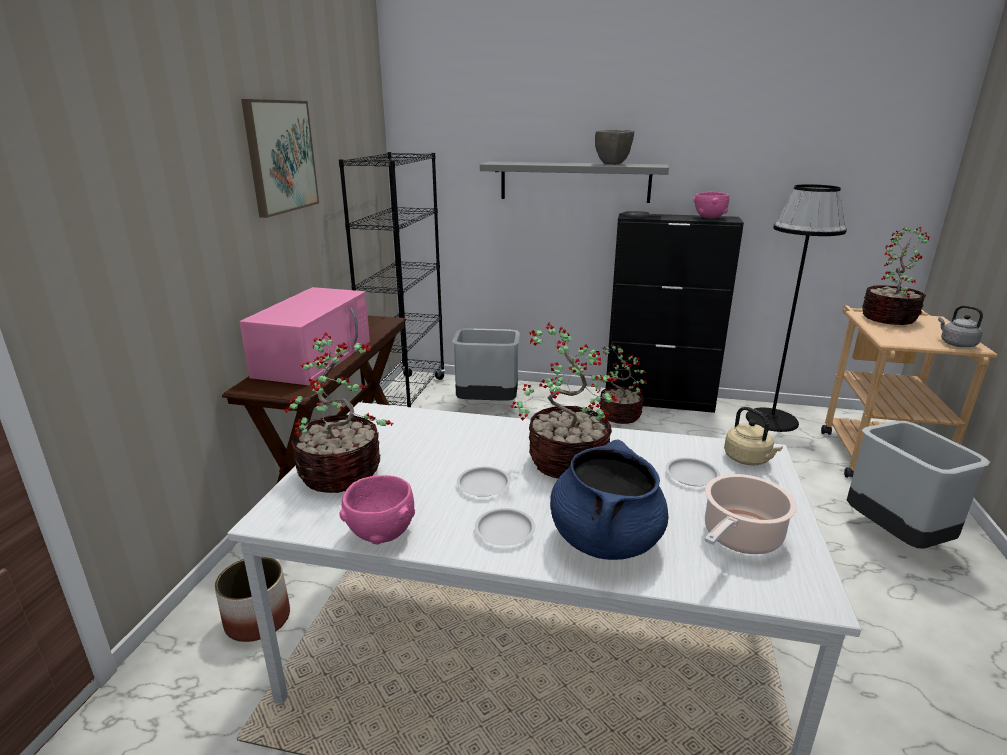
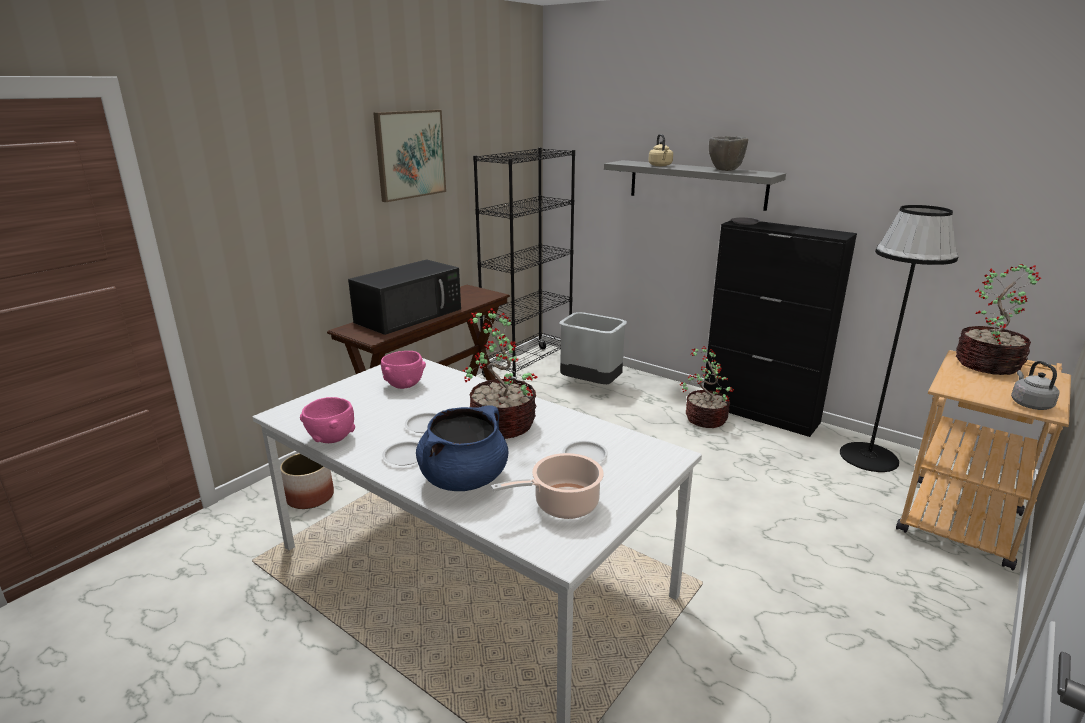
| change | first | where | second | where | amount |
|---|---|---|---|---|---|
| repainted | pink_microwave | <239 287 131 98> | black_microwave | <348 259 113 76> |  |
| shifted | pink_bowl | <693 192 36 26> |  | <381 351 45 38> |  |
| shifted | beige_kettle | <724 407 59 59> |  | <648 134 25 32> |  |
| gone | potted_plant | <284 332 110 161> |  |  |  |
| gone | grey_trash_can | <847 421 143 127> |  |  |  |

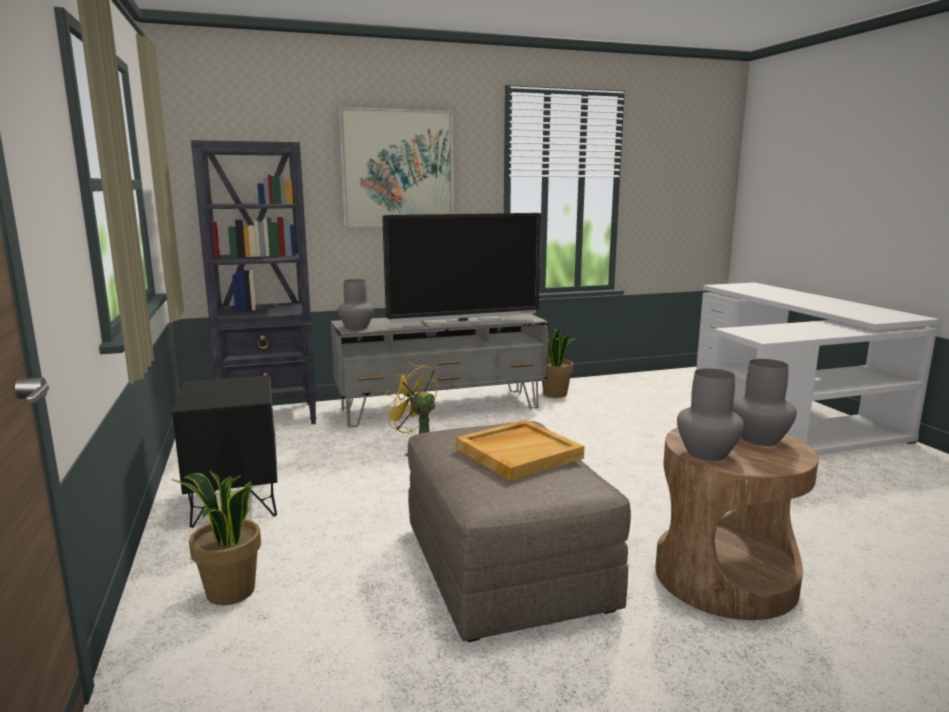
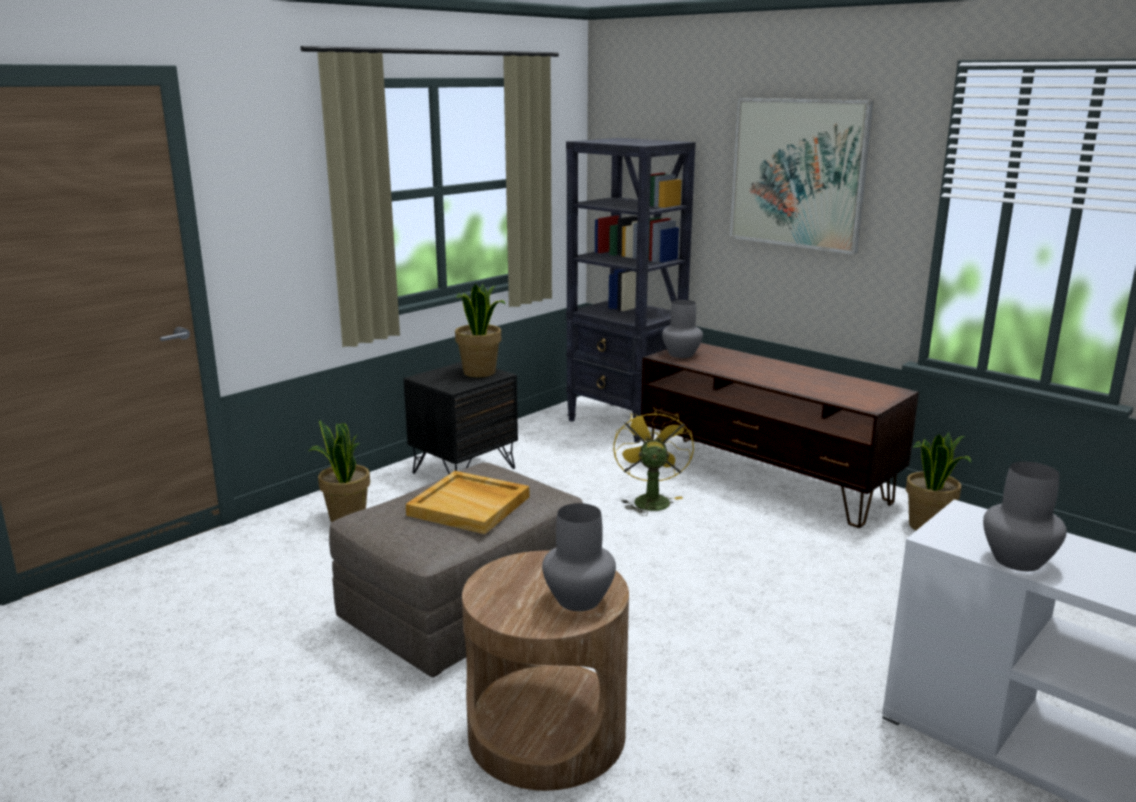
| change | first | where | second | where | amount |
|---|---|---|---|---|---|
| new |  |  | potted_plant | <455 284 51 93> |  |
| repainted | grey_tv_stand | <331 314 218 114> | brown_tv_stand | <641 343 278 185> |  |
| shifted | grey_vase | <677 369 67 92> |  | <983 461 84 110> |  |
| gone | television | <382 213 159 115> |  |  |  |

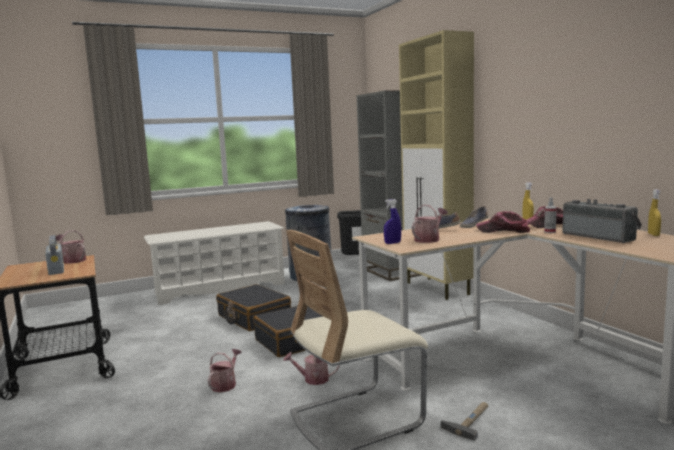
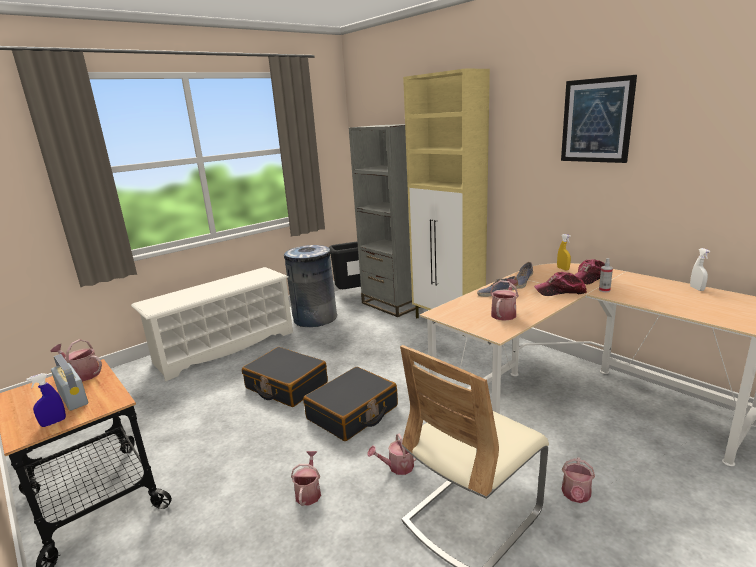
| change | first | where | second | where | amount |
|---|---|---|---|---|---|
| shifted | blue_spray_bottle | <384 199 17 45> |  | <26 373 40 54> |  |
| new |  |  | picture | <561 75 76 88> |  |
| swapped | hammer | <441 402 47 38> | watering_can | <562 457 33 46> |  |
| repainted | yellow_spray_bottle | <648 189 13 47> | white_spray_bottle | <690 248 20 43> |  |
| gone | radio | <562 199 80 44> |  |  |  |

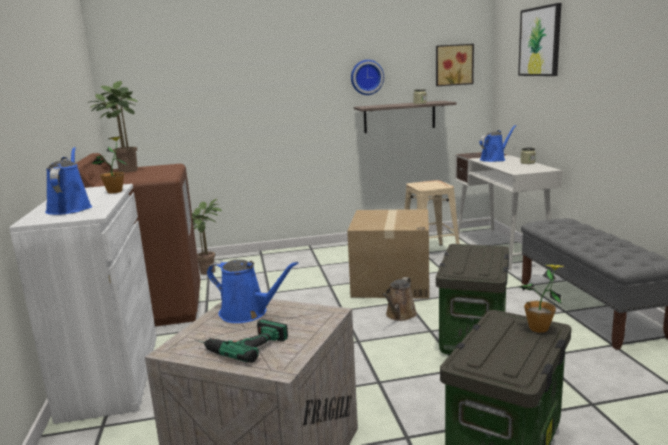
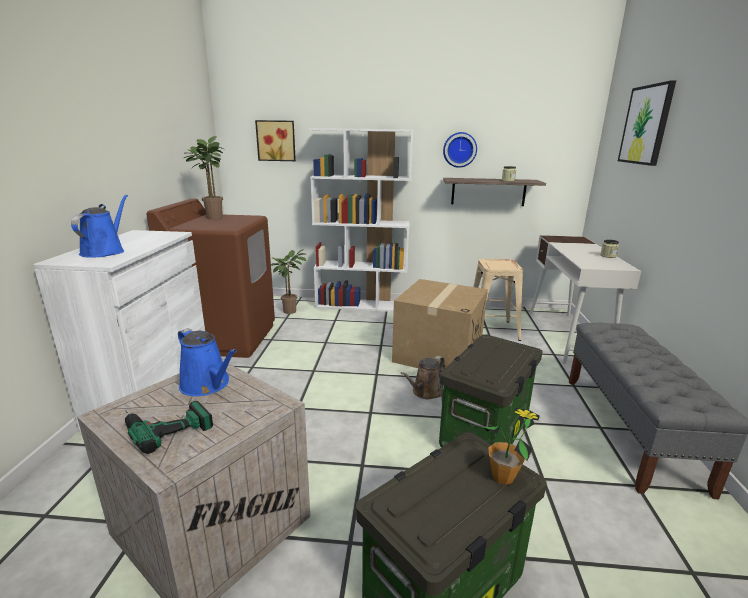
| change | first | where | second | where | amount |
|---|---|---|---|---|---|
| shifted | picture | <436 44 38 42> |  | <255 120 41 41> |  |
| new |  |  | white_bookcase | <309 128 105 184> |  |
| gone | potted_plant | <91 136 36 58> |  |  |  |
| gone | blue_watering_can | <480 125 37 37> |  |  |  |

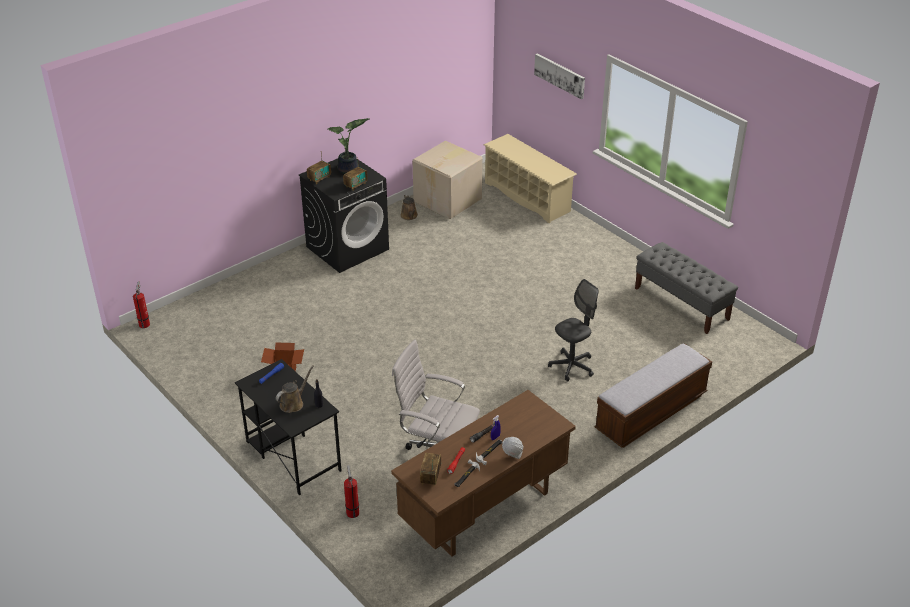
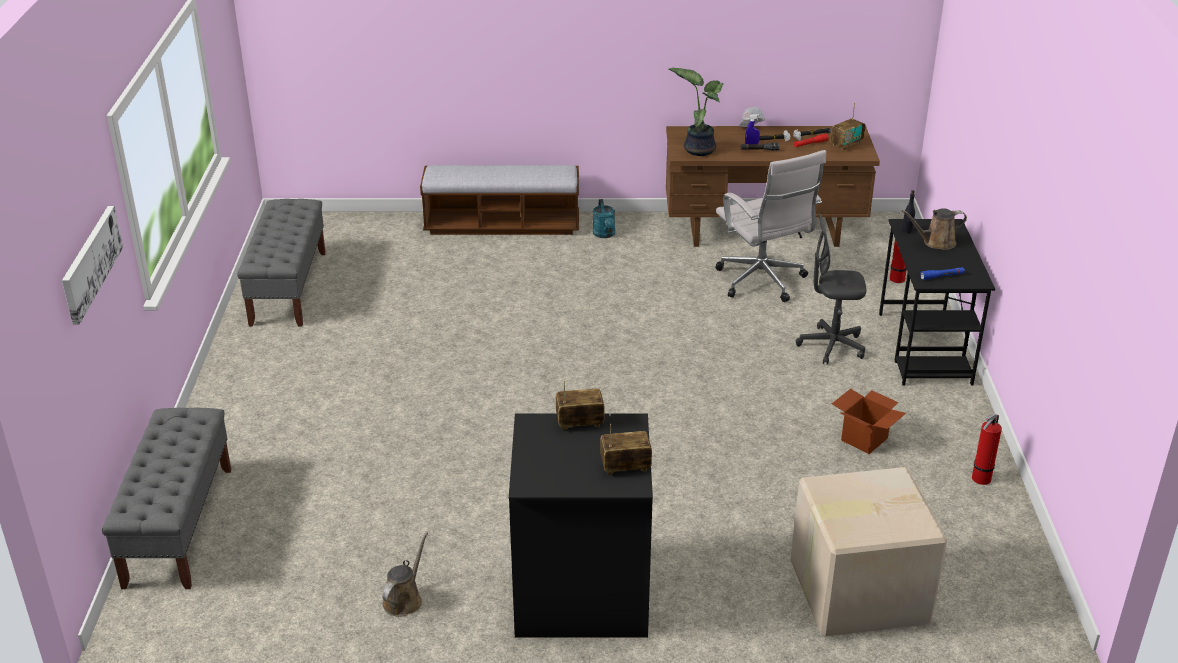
| change | first | where | second | where | amount |
|---|---|---|---|---|---|
| swapped | beige_shoe_rack | <483 134 94 89> | grey_bench | <102 408 129 181> |  |
| new |  |  | turquoise_watering_can | <593 199 22 39> |  |
| shifted | potted_plant | <328 118 41 56> |  | <669 68 54 88> |  |
| shifted | cardboard_box | <413 141 70 78> |  | <791 467 156 169> |  |
| shifted | grey_office_chair | <548 279 51 103> |  | <796 213 70 152> |  |
| shifted | fire_extinguisher | <133 281 17 47> |  | <972 413 30 72> |  |

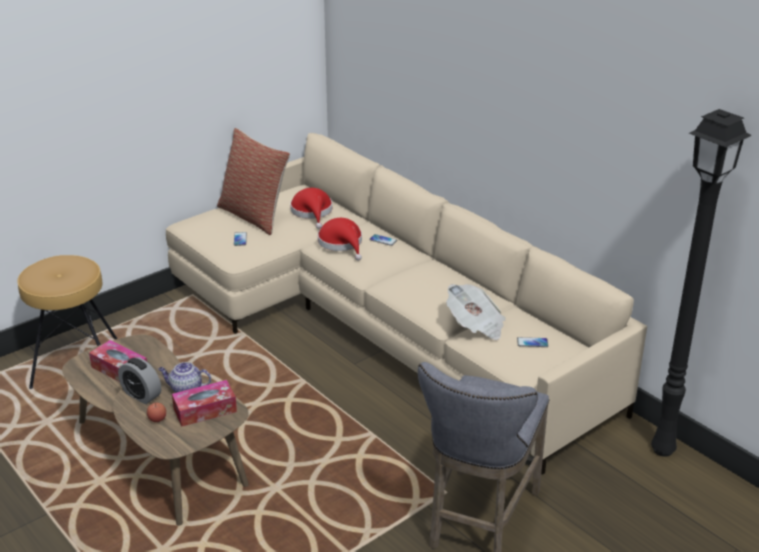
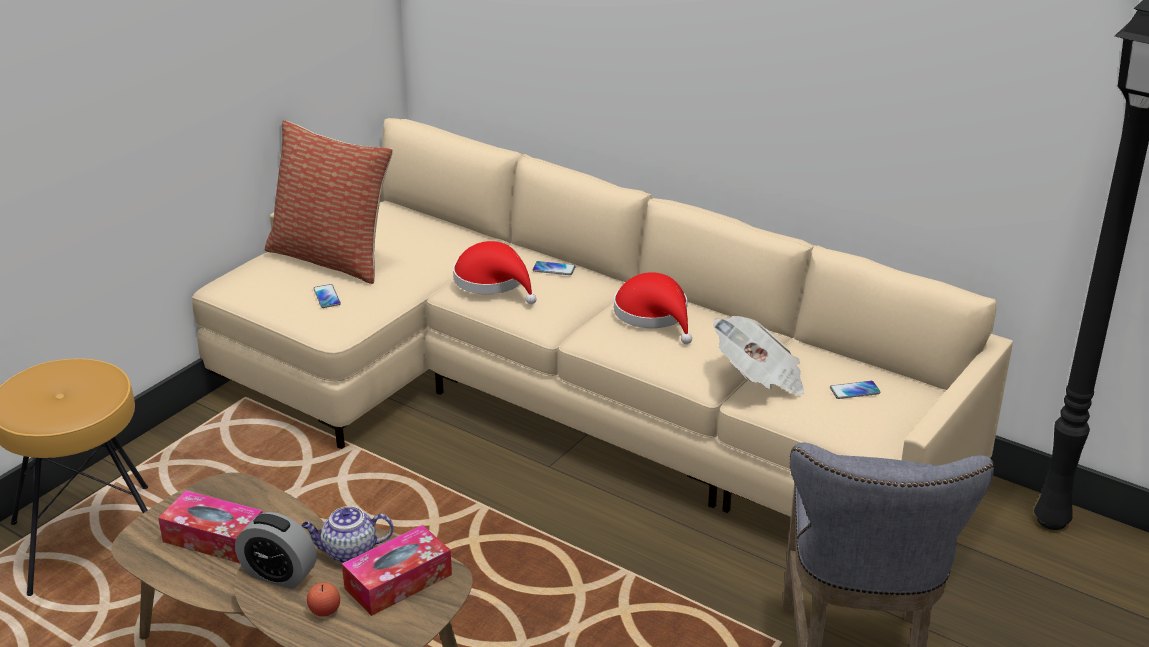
| change | first | where | second | where | amount |
|---|---|---|---|---|---|
| shifted | red_hat | <290 188 42 41> |  | <614 272 78 72> |  |

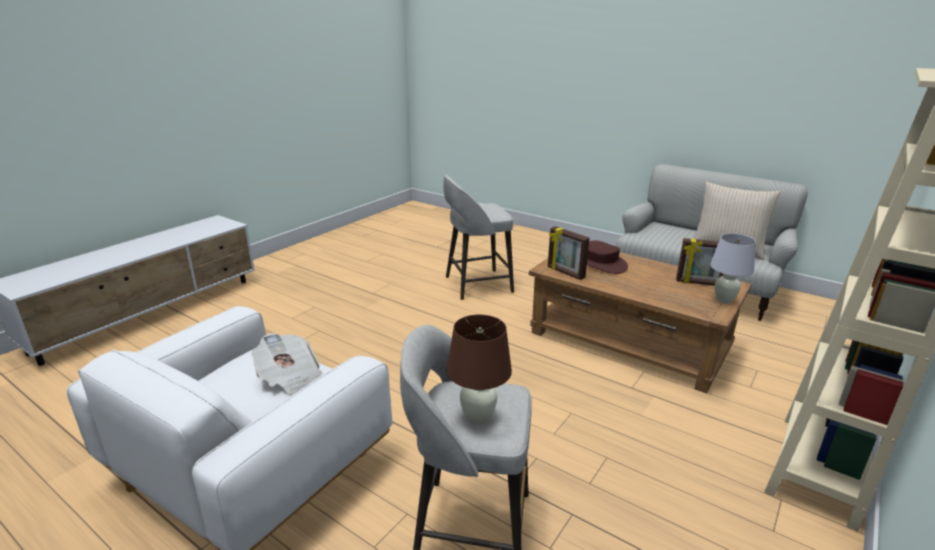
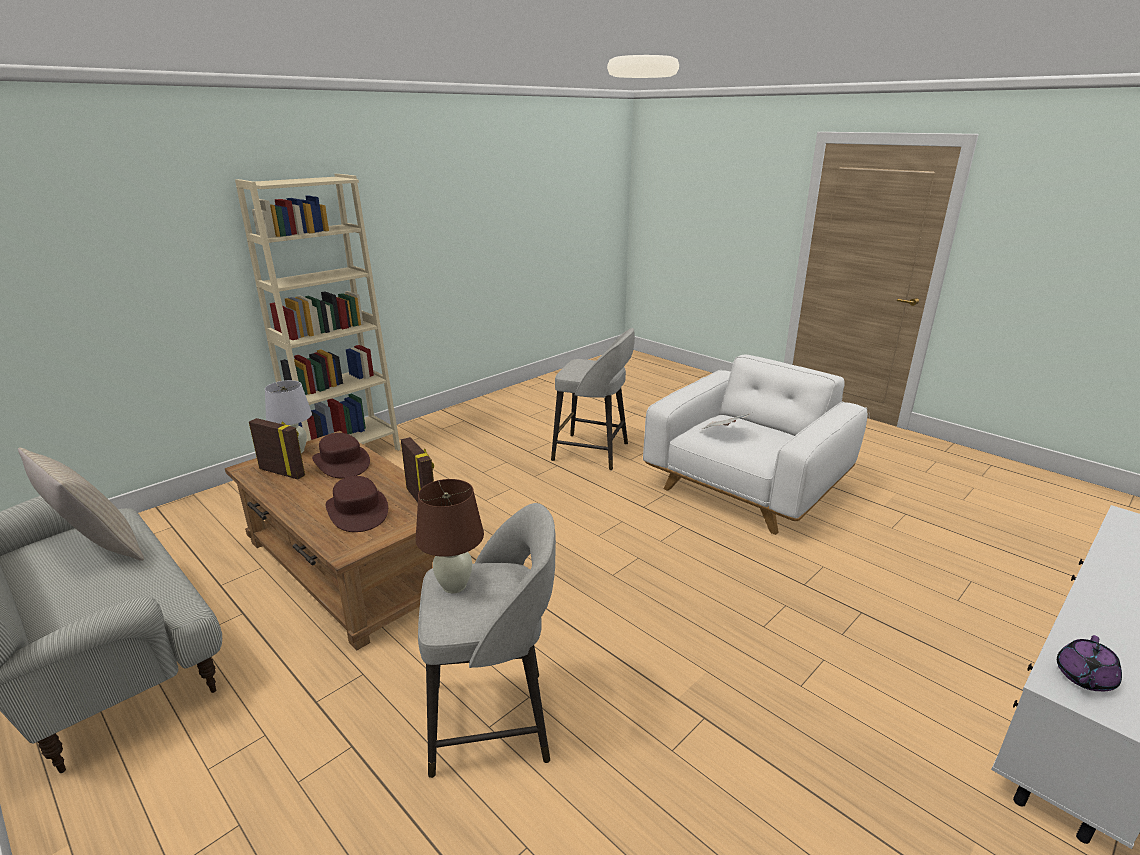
| change | first | where | second | where | amount |
|---|---|---|---|---|---|
| new |  |  | brown_hat | <312 433 58 45> |  |
| shifted | brown_table_lamp | <447 314 65 111> |  | <415 479 69 114> |  |
| new |  |  | purple_teapot | <1057 635 65 56> |  |

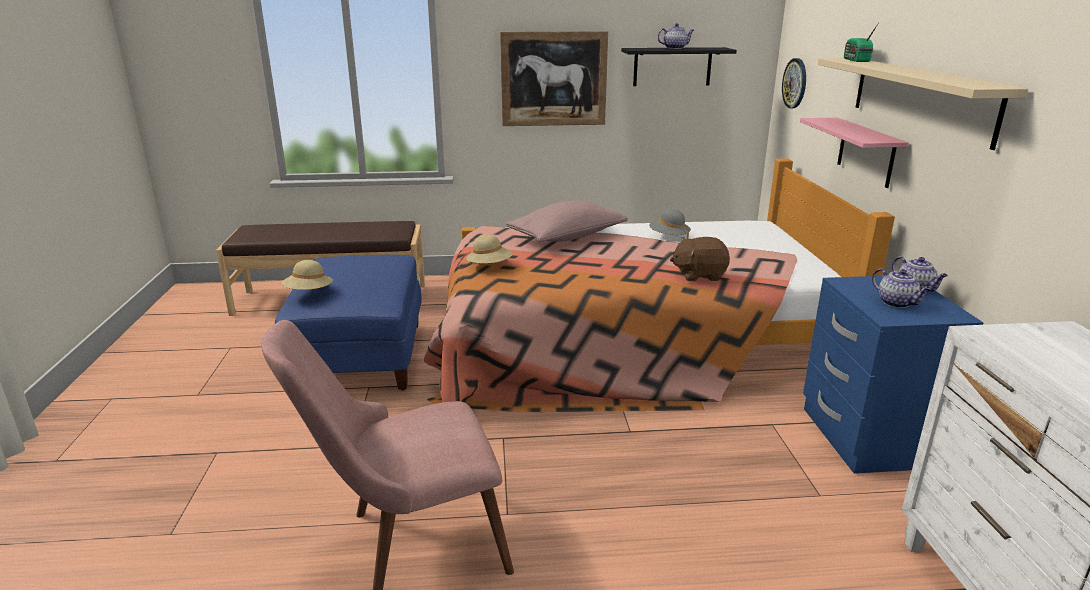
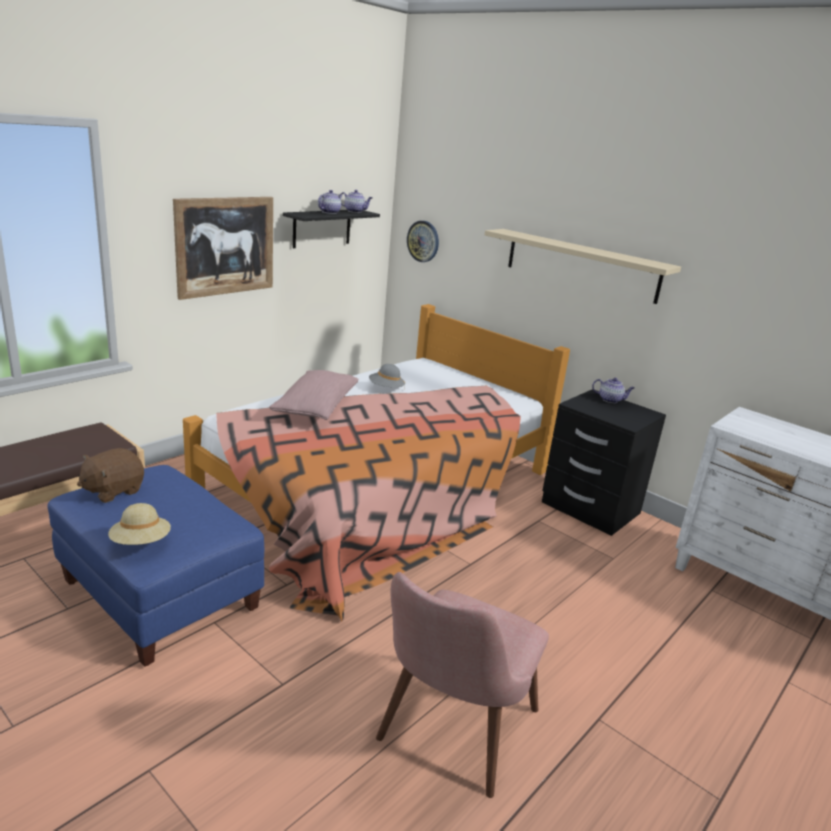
| change | first | where | second | where | amount |
|---|---|---|---|---|---|
| shifted | brown_plush_toy | <670 237 60 44> |  | <77 448 67 55> |  |
| shifted | teapot | <872 269 60 39> |  | <340 190 32 23> |  |
| repainted | blue_nightstand | <803 276 181 198> | black_nightstand | <542 389 124 147> |  |
| gone | beige_hat | <466 235 47 28> |  |  |  |
| gone | pink_shelf | <800 118 109 70> |  |  |  |
| gone | radio | <844 23 35 39> |  |  |  |

